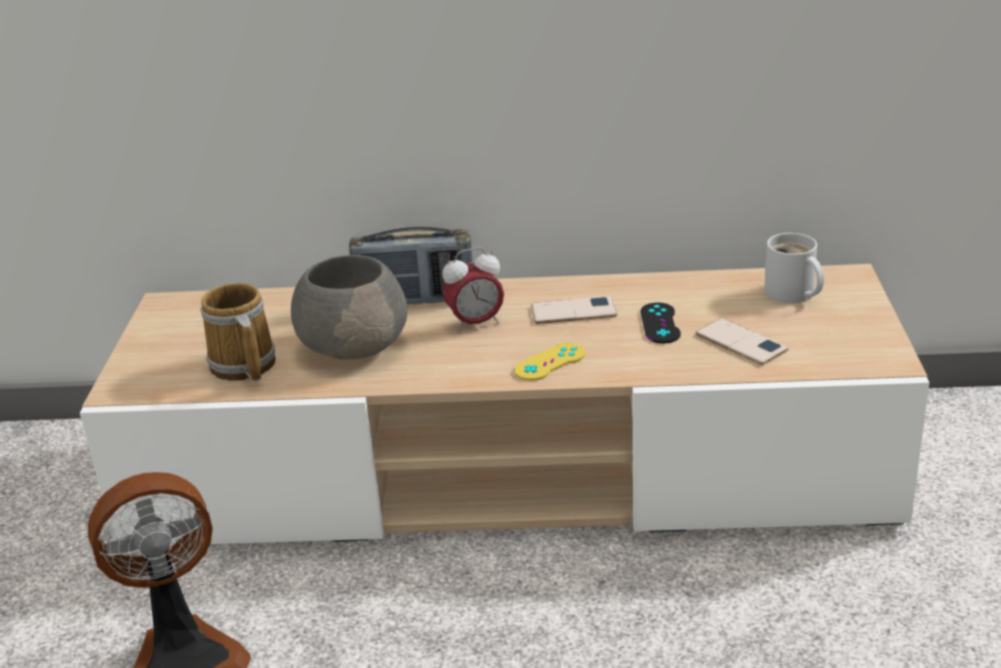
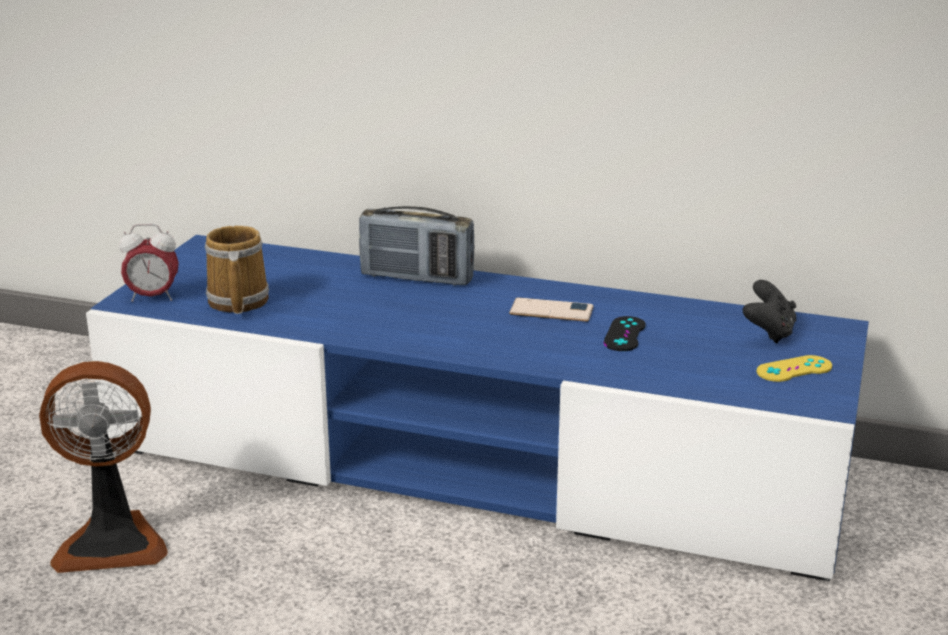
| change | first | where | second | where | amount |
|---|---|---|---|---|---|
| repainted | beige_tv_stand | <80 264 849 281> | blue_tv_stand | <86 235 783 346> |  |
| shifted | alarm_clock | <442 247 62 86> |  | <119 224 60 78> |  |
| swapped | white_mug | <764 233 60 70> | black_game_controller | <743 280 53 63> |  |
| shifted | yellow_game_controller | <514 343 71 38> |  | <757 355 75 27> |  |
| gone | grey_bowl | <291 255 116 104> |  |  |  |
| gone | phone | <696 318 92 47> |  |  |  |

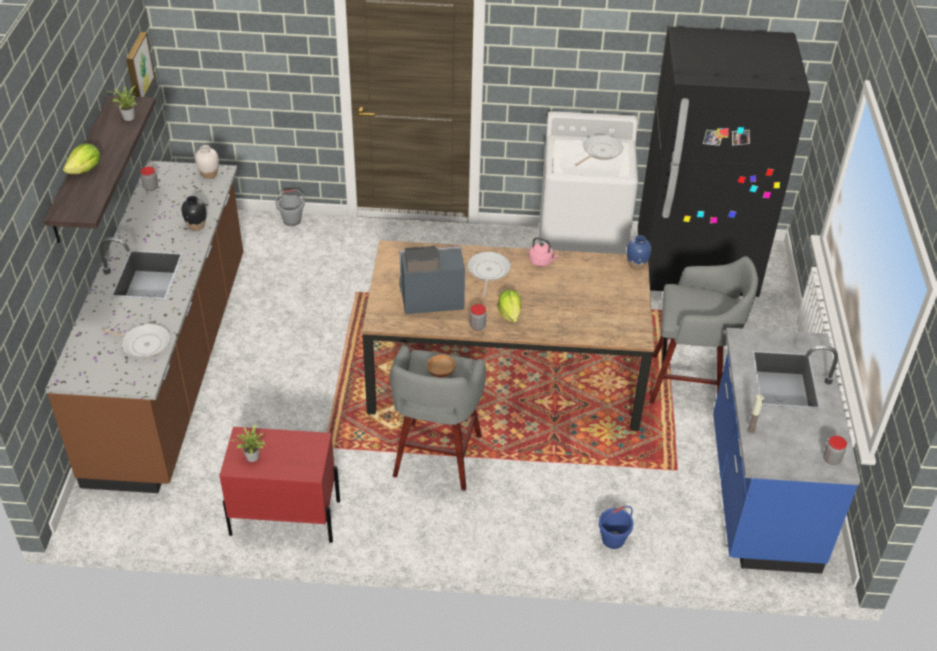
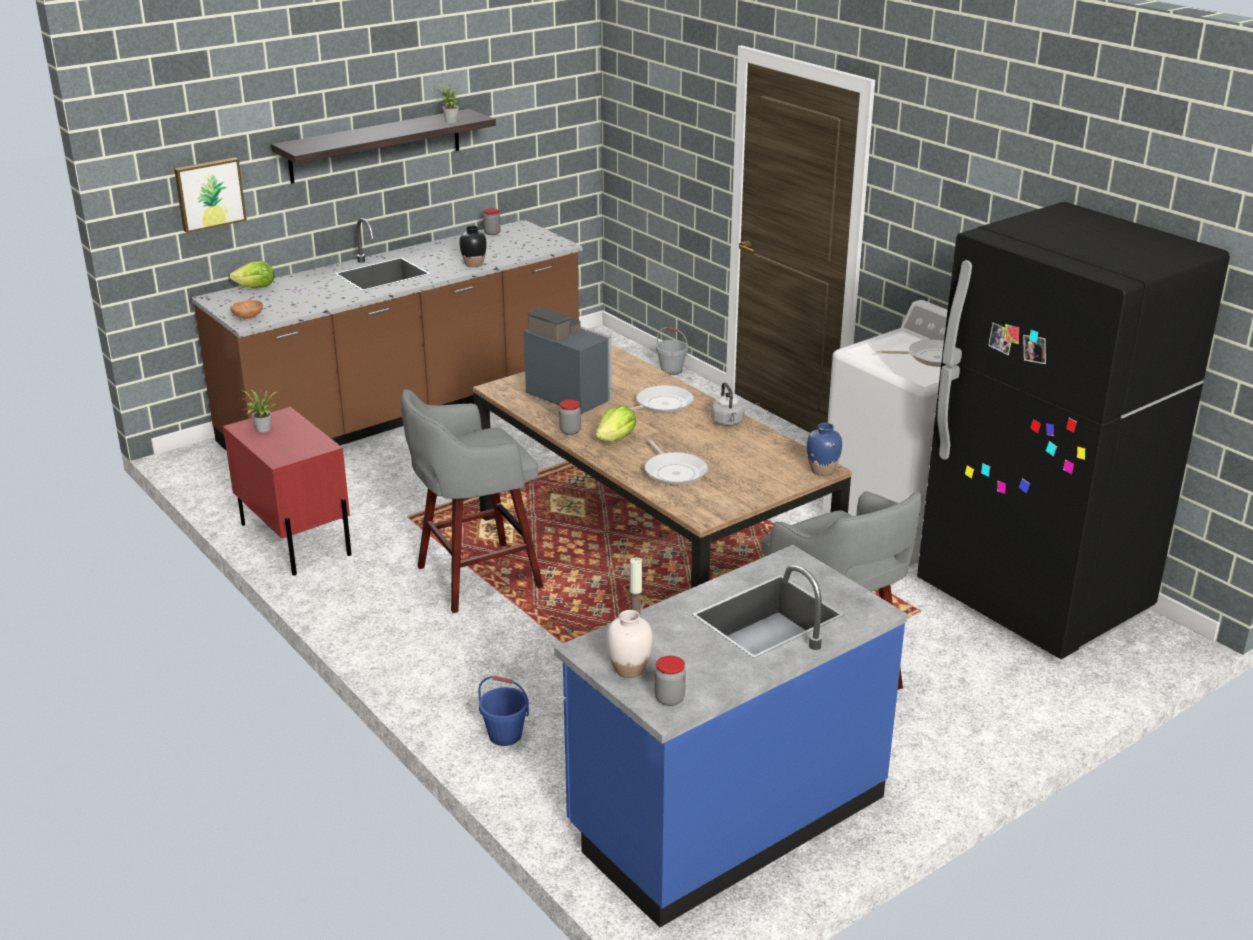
| change | first | where | second | where | amount |
|---|---|---|---|---|---|
| shifted | picture | <126 32 29 65> |  | <174 157 73 76> |  |
| shifted | lettuce | <63 144 37 30> |  | <229 261 45 27> |  |
| shifted | brown_bowl | <427 354 29 24> |  | <230 300 33 20> |  |
| shifted | white_vase | <195 145 24 34> |  | <606 610 47 68> |  |
| shifted | frying_pan | <101 324 70 34> |  | <645 440 63 46> |  |
| repainted | pink_kettle | <529 237 30 29> | grey_kettle | <711 382 34 44> |  |

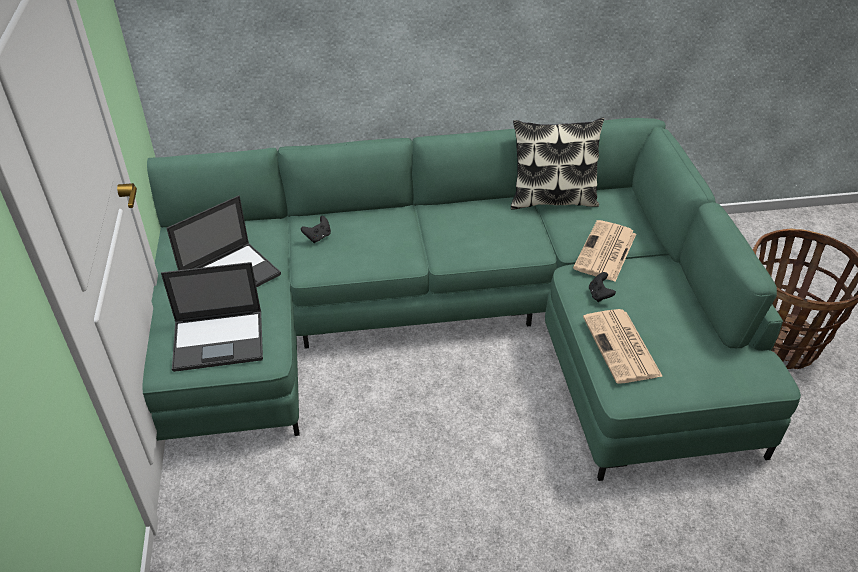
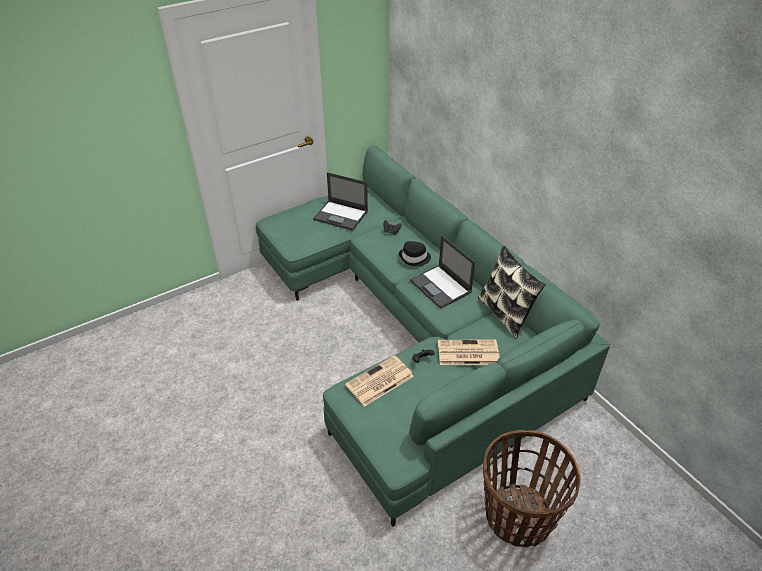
| change | first | where | second | where | amount |
|---|---|---|---|---|---|
| new |  |  | black_hat | <399 241 32 25> |  |
| shifted | laptop | <161 262 102 110> |  | <410 236 65 73> |  |

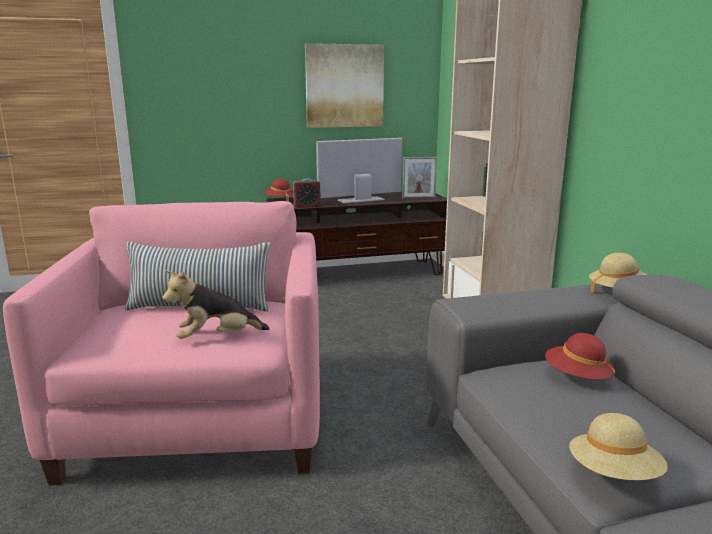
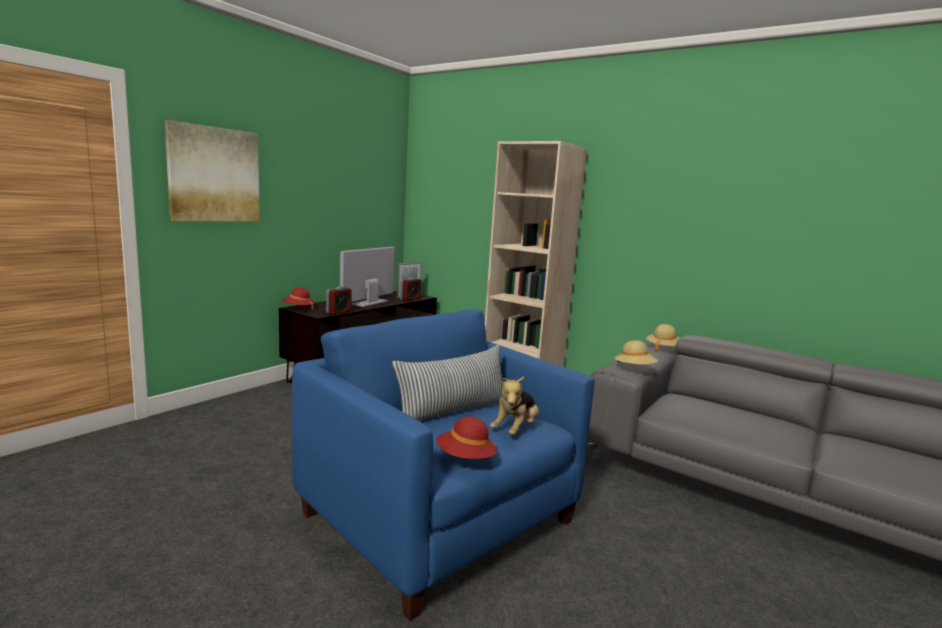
| change | first | where | second | where | amount |
|---|---|---|---|---|---|
| shifted | picture | <305 43 79 85> |  | <164 120 96 101> |  |
| repainted | pink_armchair | <3 201 317 284> | blue_armchair | <292 309 302 312> |  |
| new |  |  | alarm_clock | <400 277 21 24> |  |
| shifted | red_hat | <545 333 70 52> |  | <436 417 61 42> |  |
| shifted | beige_hat | <569 413 99 67> |  | <614 341 44 24> |  |

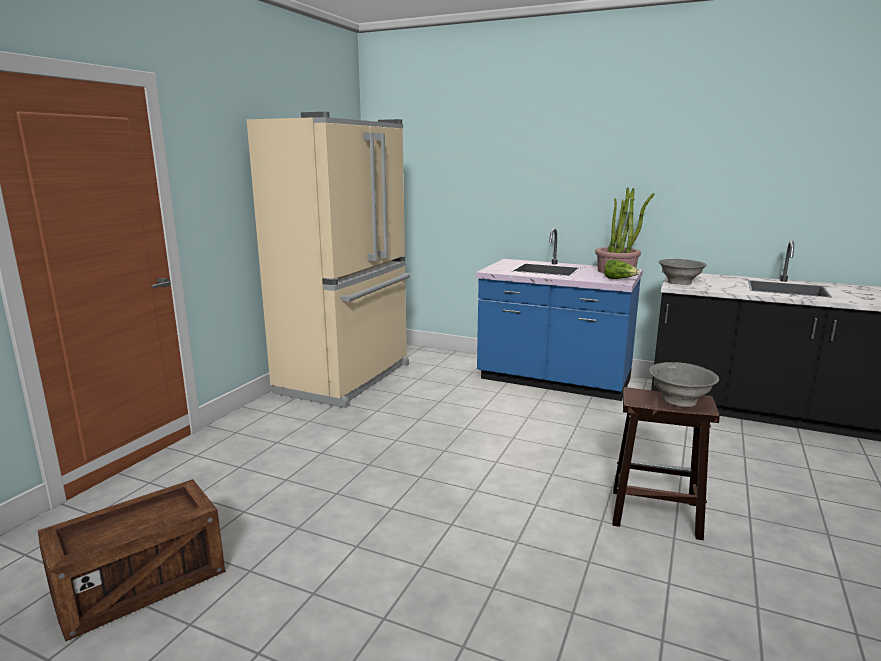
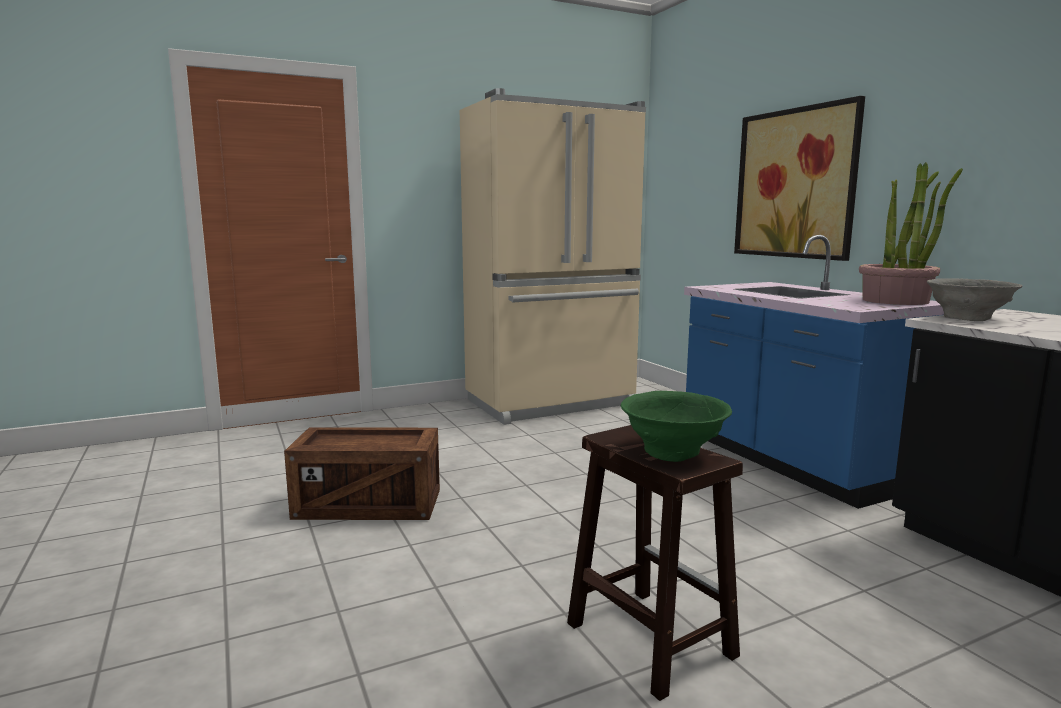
| change | first | where | second | where | amount |
|---|---|---|---|---|---|
| shifted | crate | <38 479 187 163> |  | <284 427 156 93> |  |
| repainted | grey_bowl | <649 362 70 45> | green_bowl | <621 391 111 71> |  |
| new |  |  | picture | <734 96 131 165> |  |
| gone | lettuce | <604 259 35 20> |  |  |  |

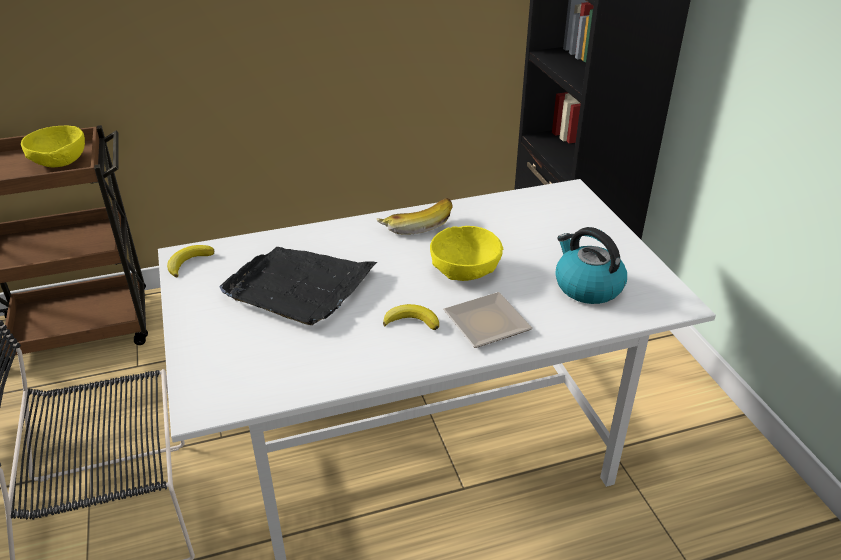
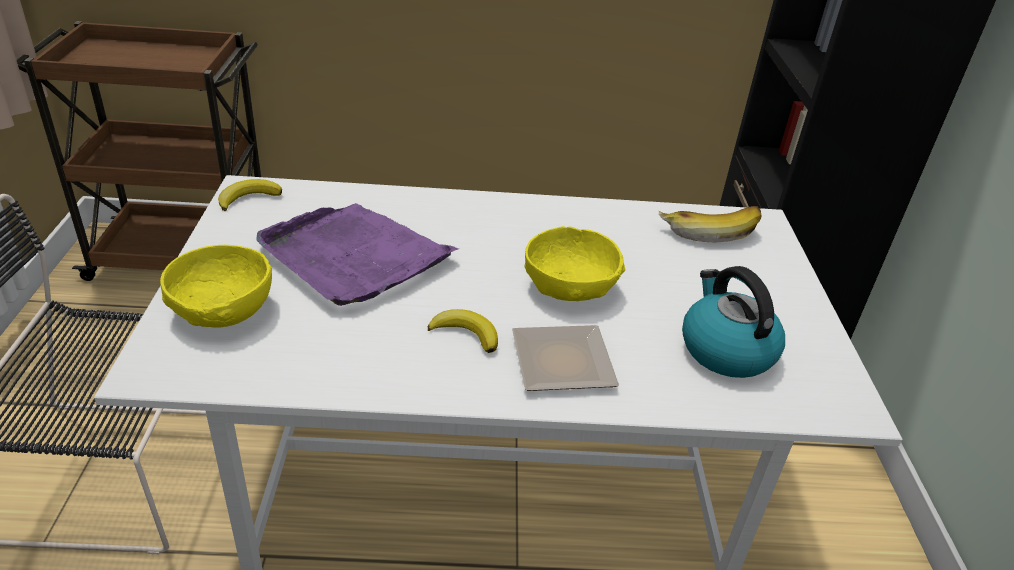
| change | first | where | second | where | amount |
|---|---|---|---|---|---|
| shifted | yellow_bowl | <21 126 64 41> |  | <160 245 112 83> |  |
| repainted | black_tray | <220 247 157 78> | purple_tray | <256 203 203 103> |  |
| shifted | banana | <377 198 76 37> |  | <659 206 102 36> |  |

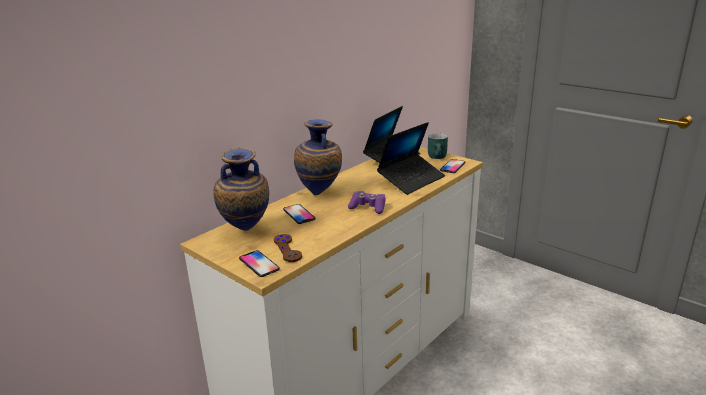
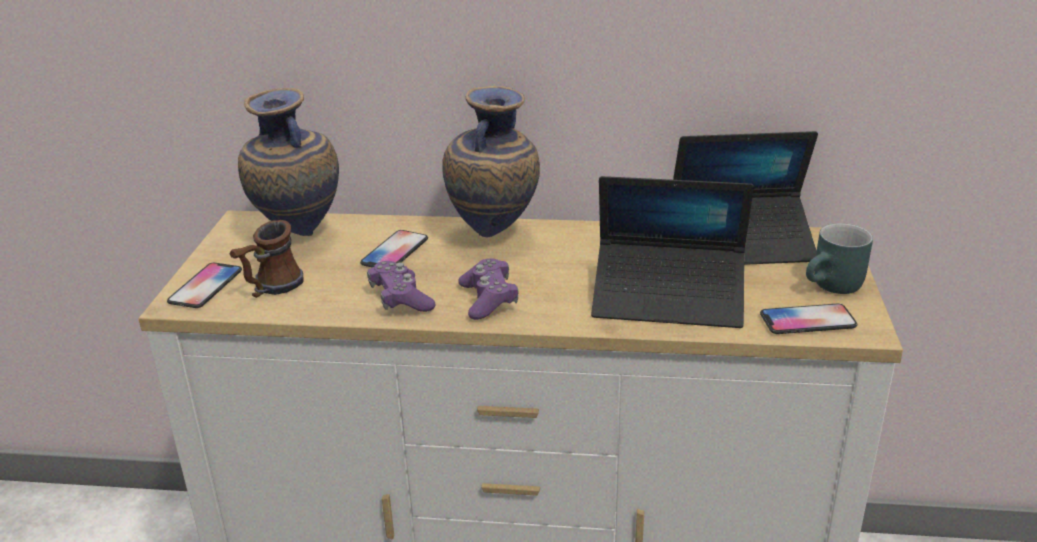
| change | first | where | second | where | amount |
|---|---|---|---|---|---|
| swapped | brown_game_controller | <274 234 28 28> | mug | <229 220 75 78> |  |
| new |  |  | purple_game_controller | <367 261 68 51> |  |

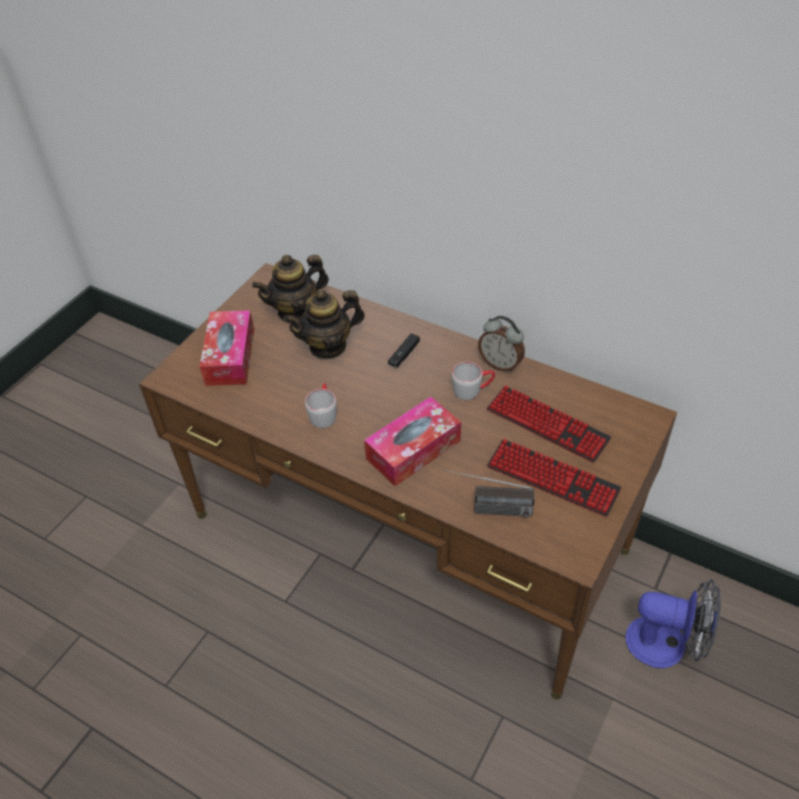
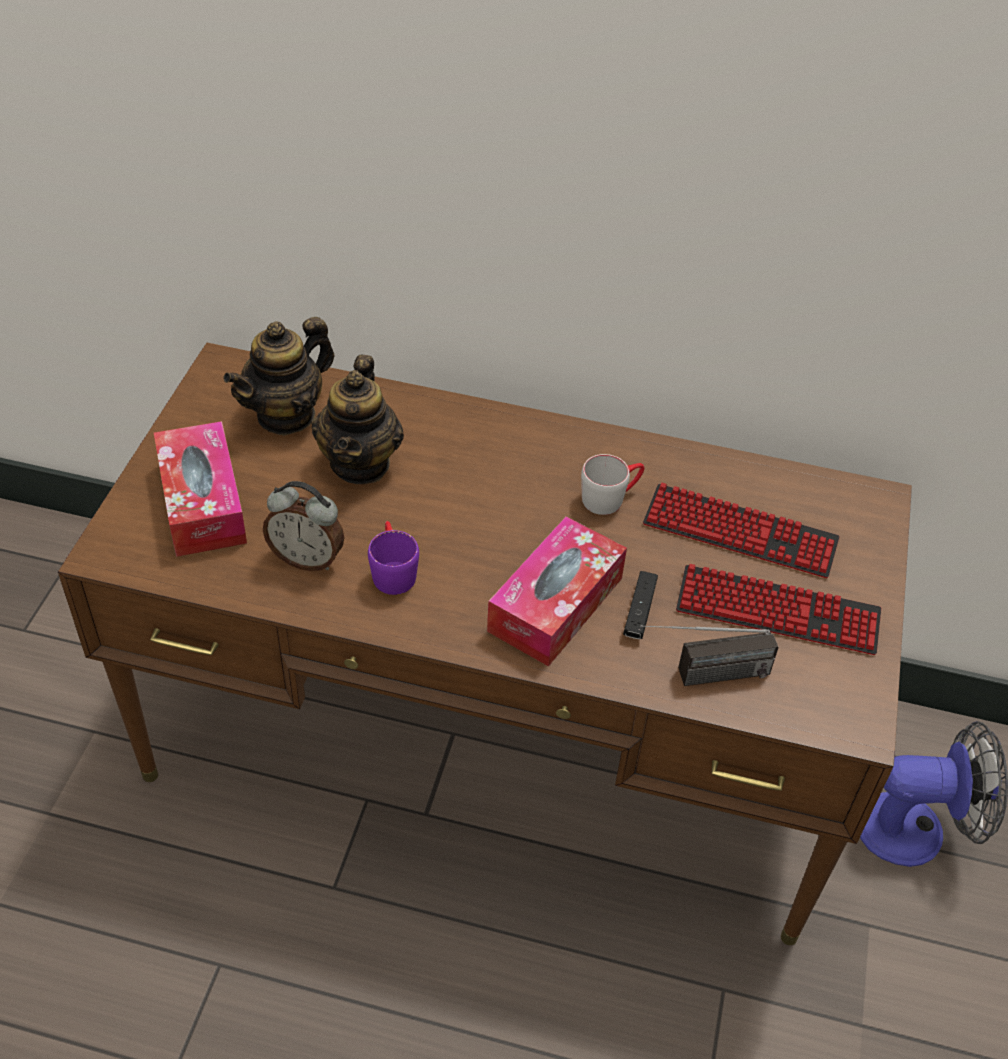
| change | first | where | second | where | amount |
|---|---|---|---|---|---|
| shifted | alarm_clock | <478 316 47 56> |  | <263 481 81 90> |  |
| rotated | teapot | <283 289 82 71> |  | <312 355 92 129> | 45 degrees counterclockwise |
| repainted | grey_mug | <305 383 31 45> | purple_mug | <368 521 51 74> |  |
| shifted | black_game_controller | <388 333 32 35> |  | <623 571 35 68> |  |

